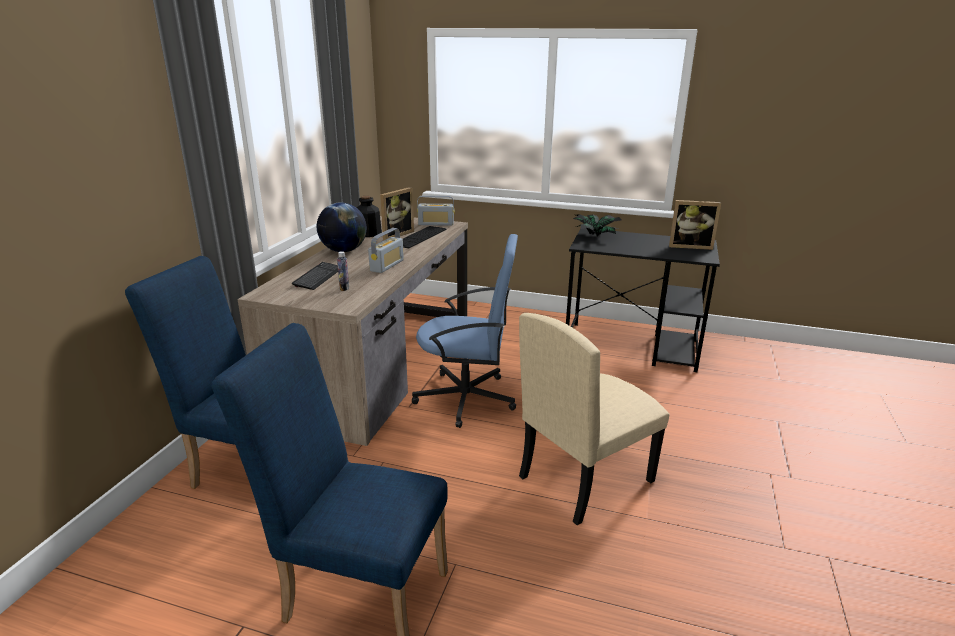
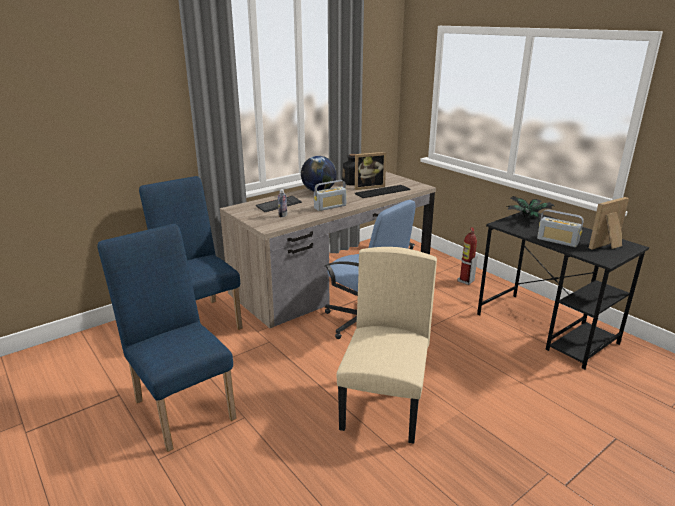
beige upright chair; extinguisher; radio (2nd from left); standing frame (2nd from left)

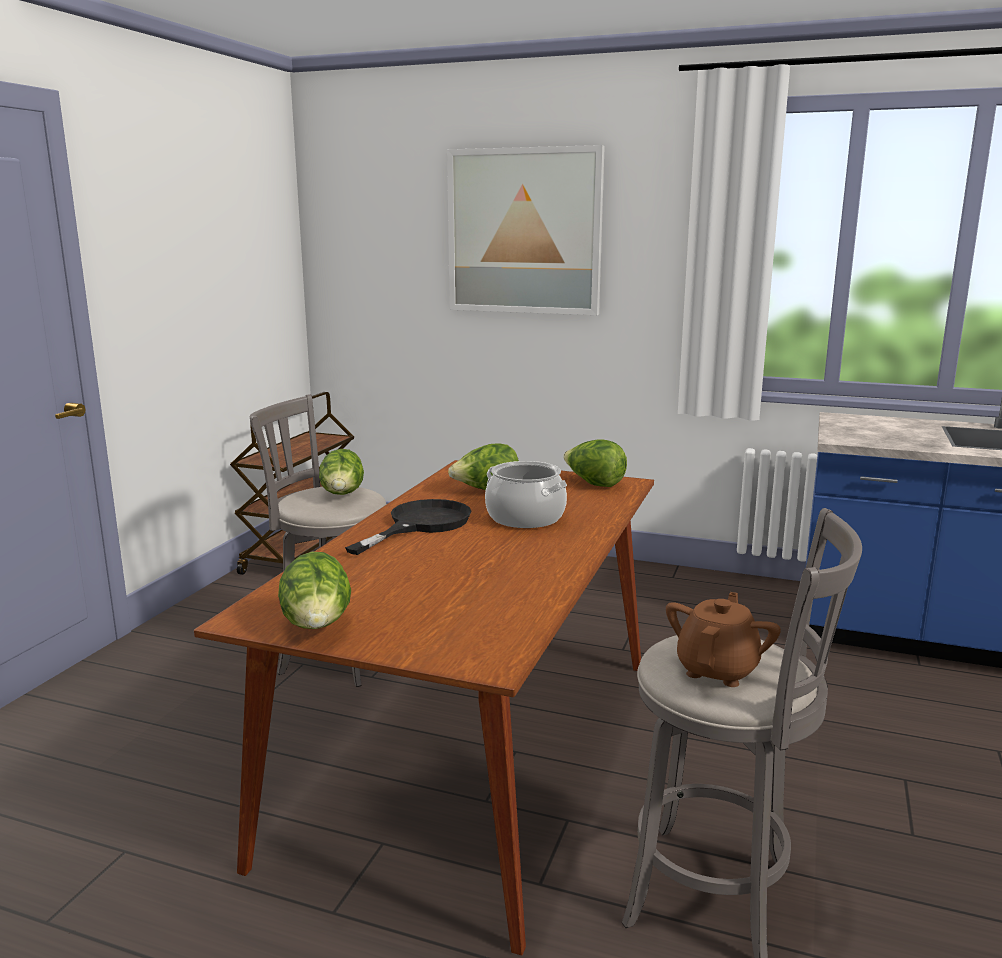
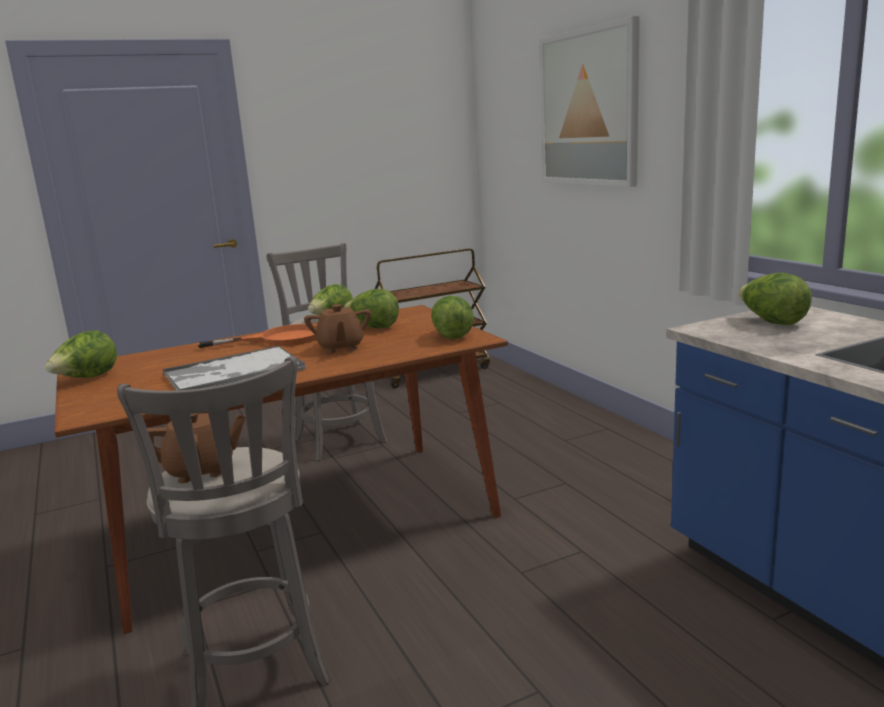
carrying tray; orange-coloured frying pan; brown pot for tea (2nd from left); head of lettuce (5th from left)

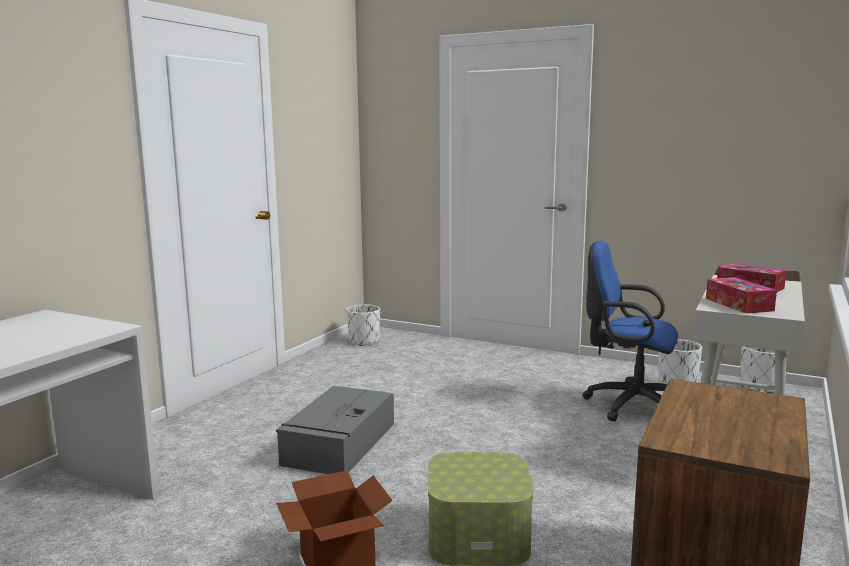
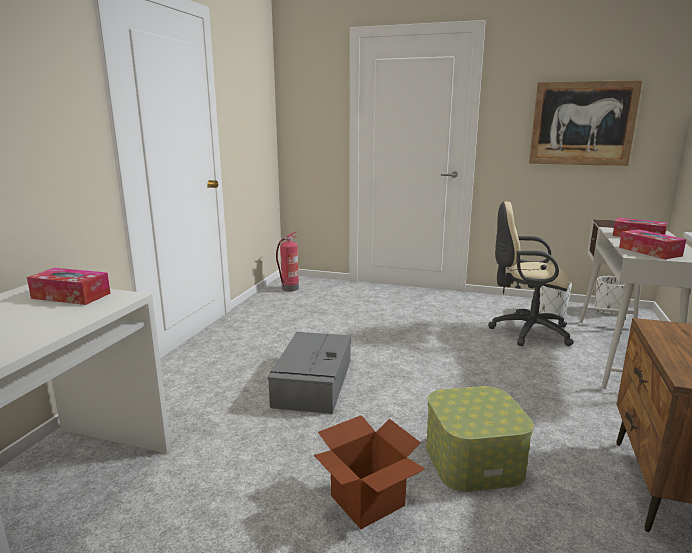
tissue holder (1st from left); extinguisher; beige office chair; wall picture

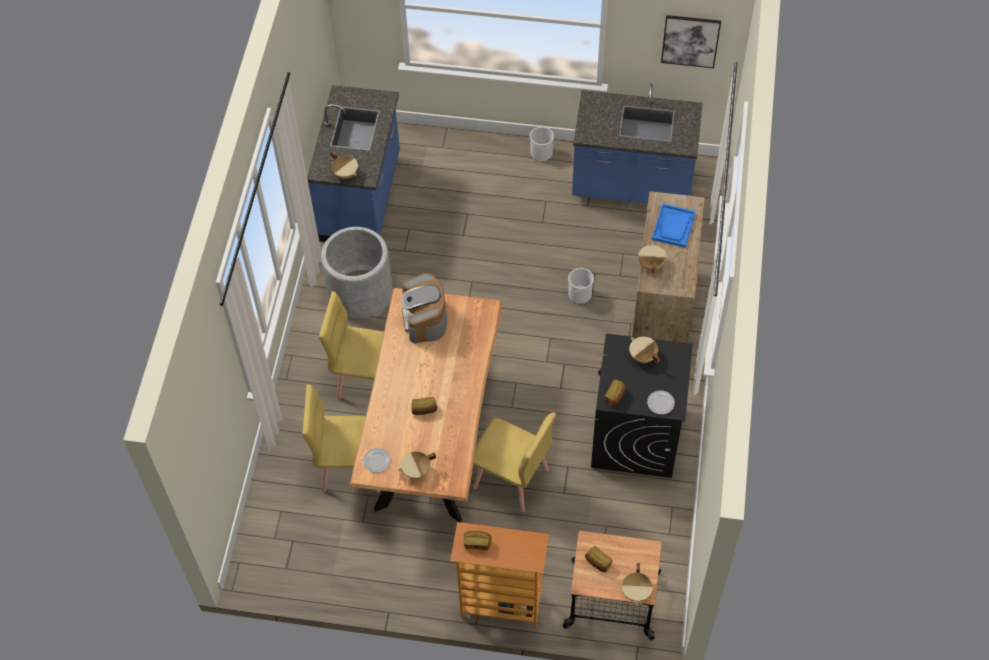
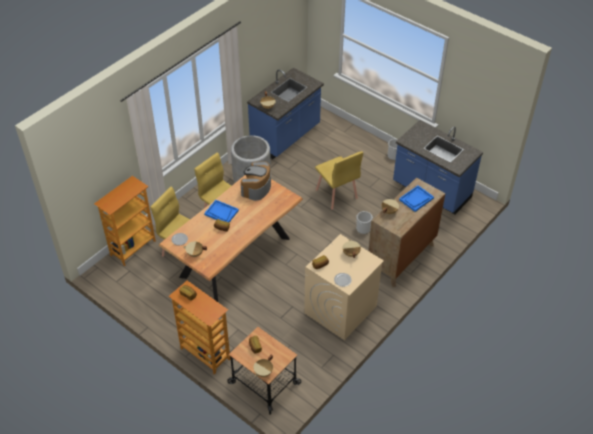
shelving unit (1st from left); bluish carrying tray (1st from left); beige washing machine; yellowish upright chair (3rd from left); wall picture

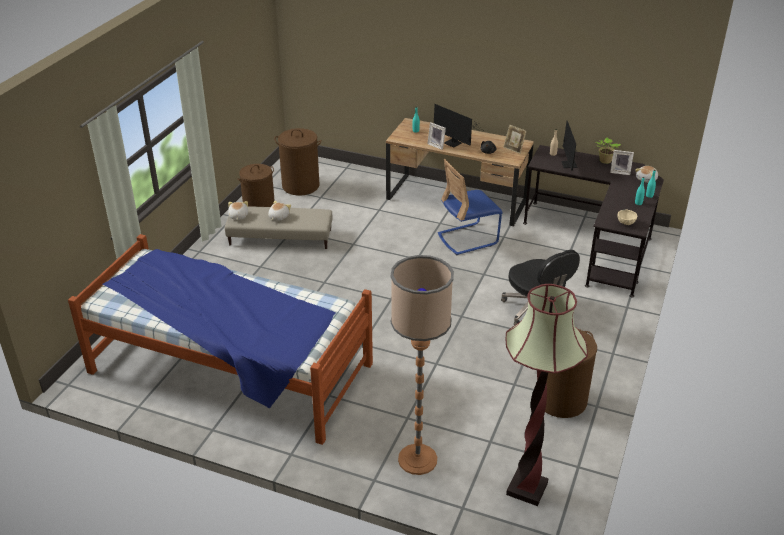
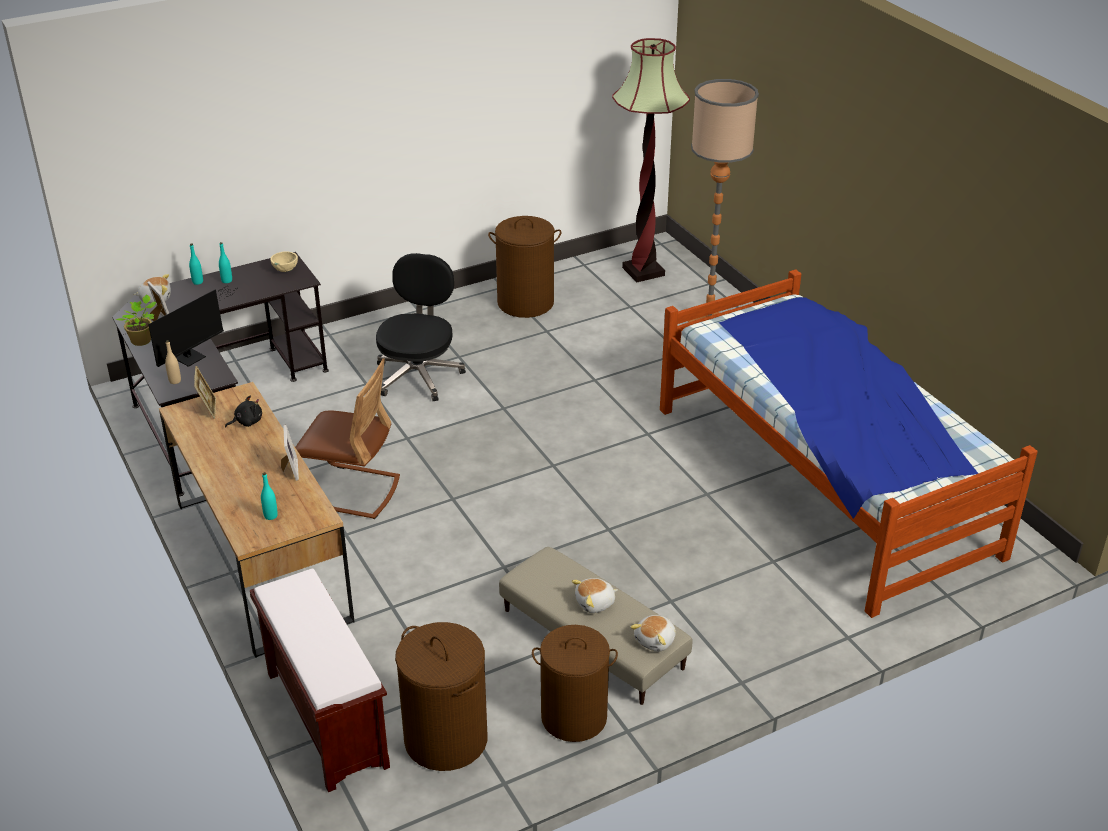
brown indoor bench; brown upright chair; computer display (1st from left in the first image)

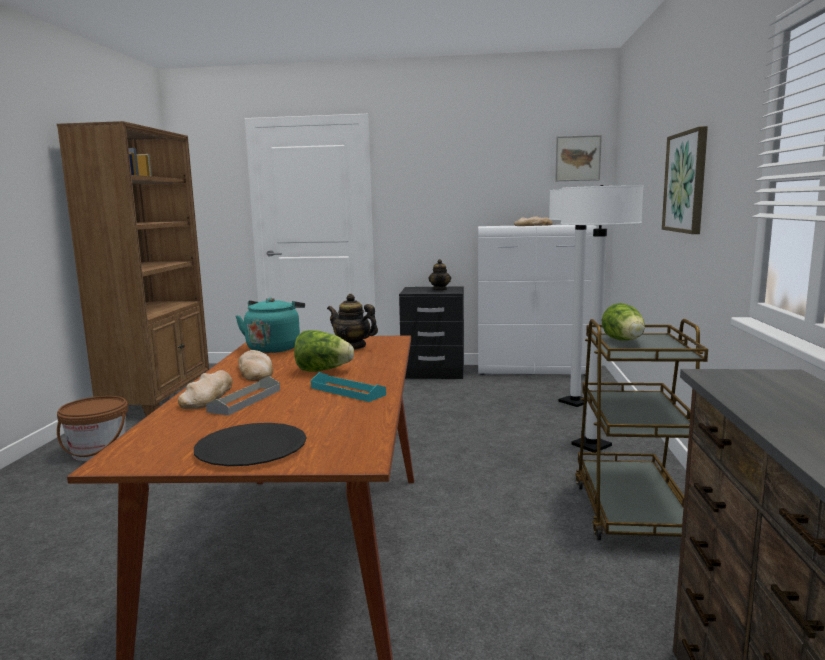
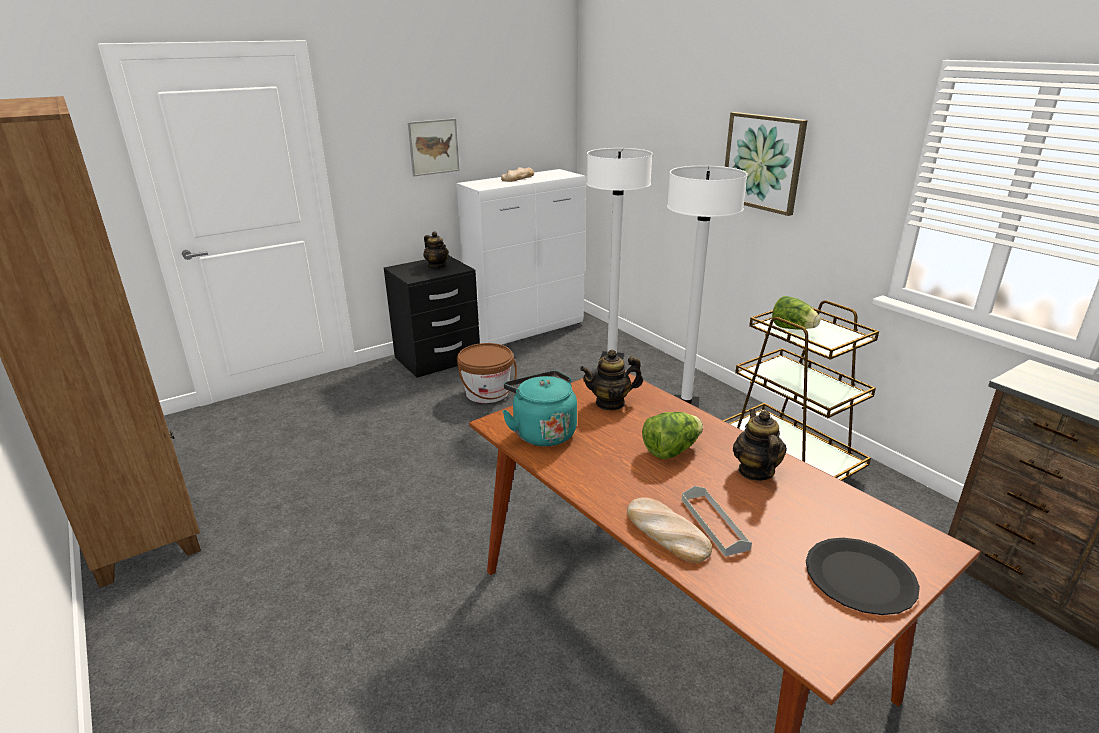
wall picture (1st from left); brown pail; pot for tea (3rd from left); bakery bread (2nd from left in the first image)

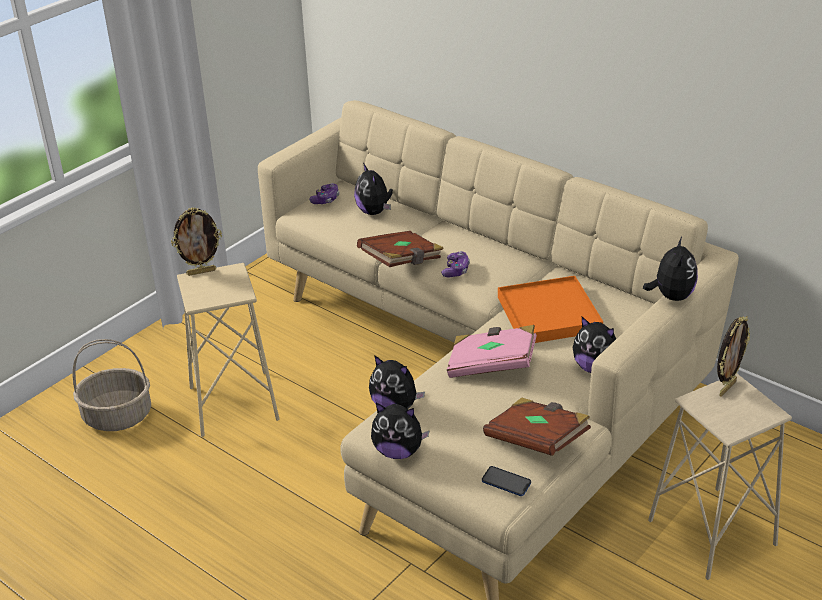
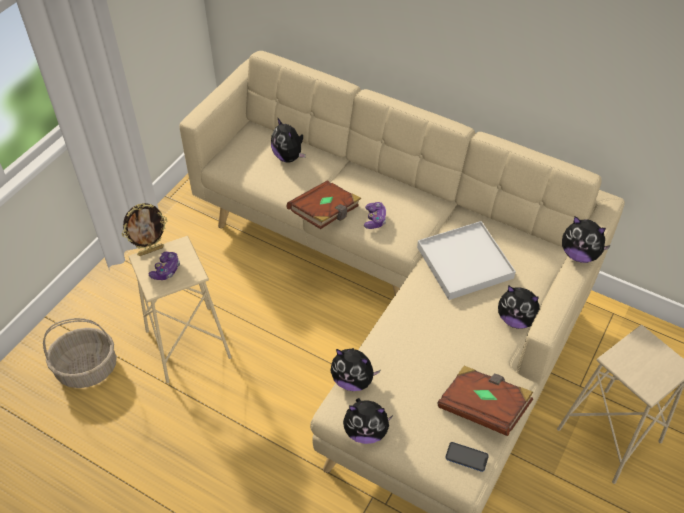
joypad (1st from left); whitish carrying tray; cuddly toy (5th from left); pinkish book; standing frame (2nd from left in the first image)

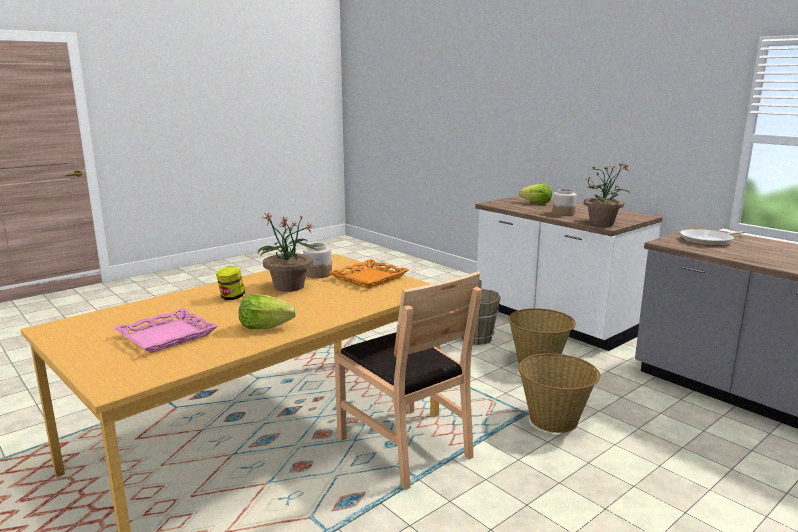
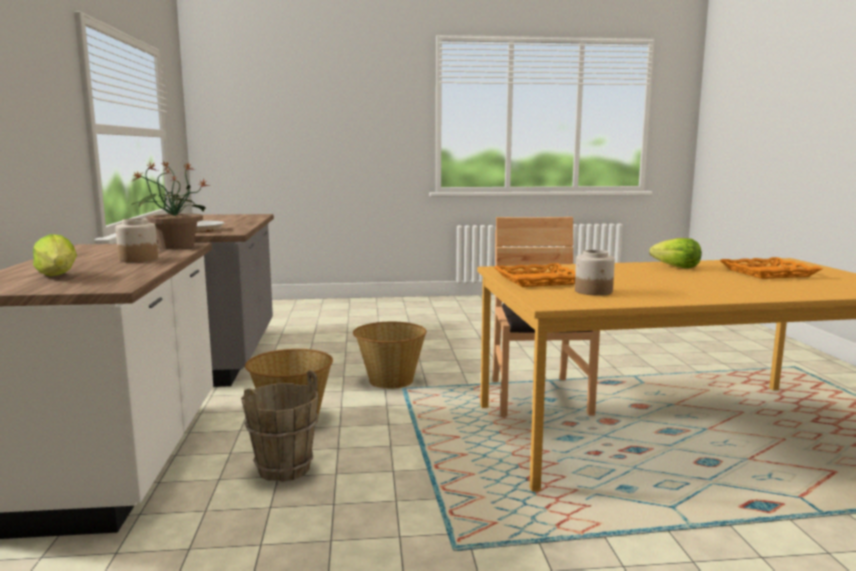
orange-coloured carrying tray (2nd from left); storage jar (1st from left in the first image); potted plant (1st from left in the first image)

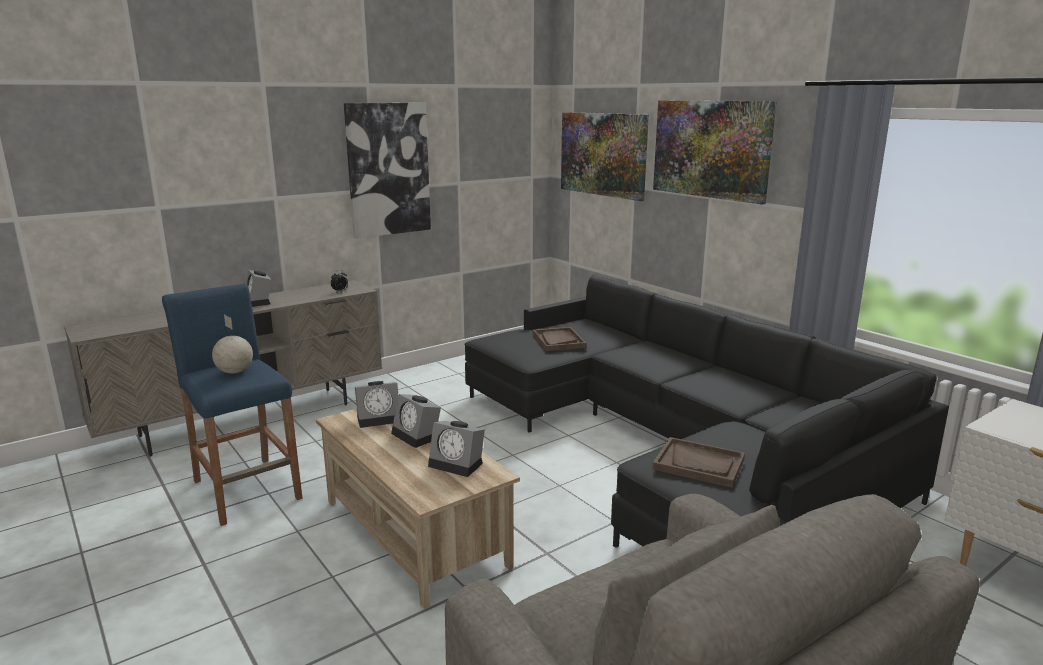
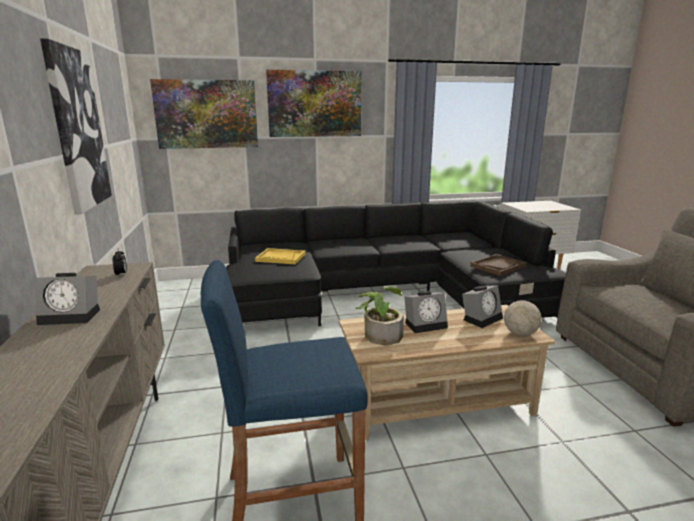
yellowish carrying tray; potted plant; world globe

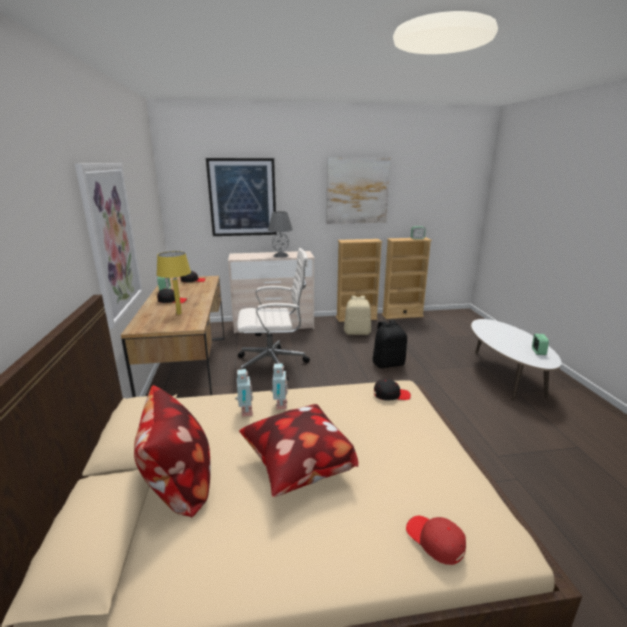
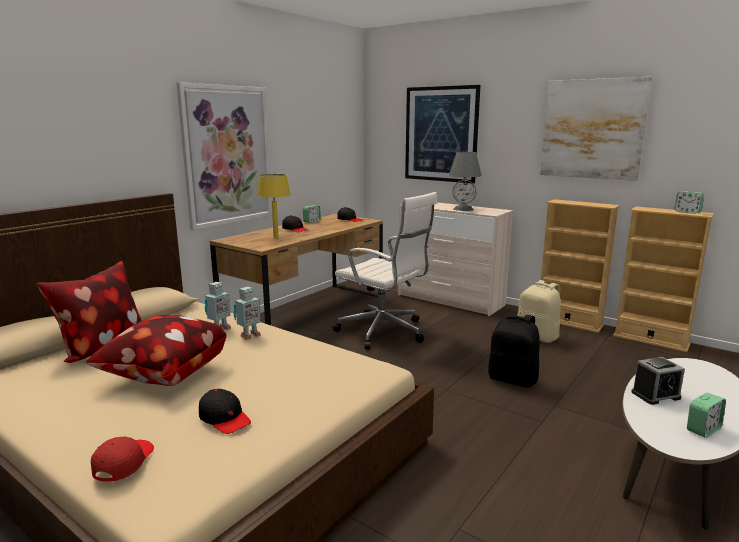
blackish peaked cap (1st from left); bedside clock (2nd from left)

